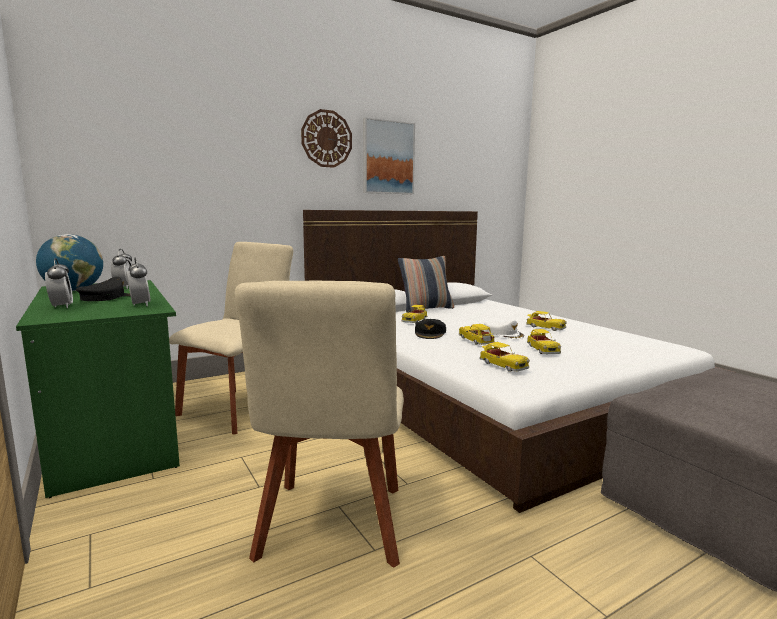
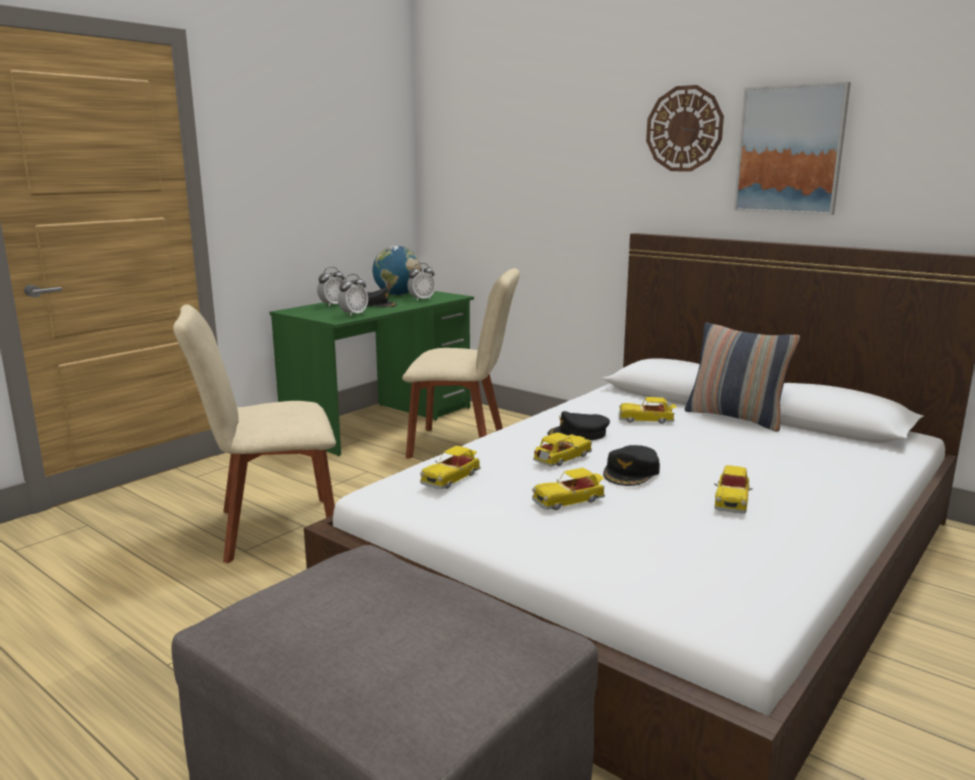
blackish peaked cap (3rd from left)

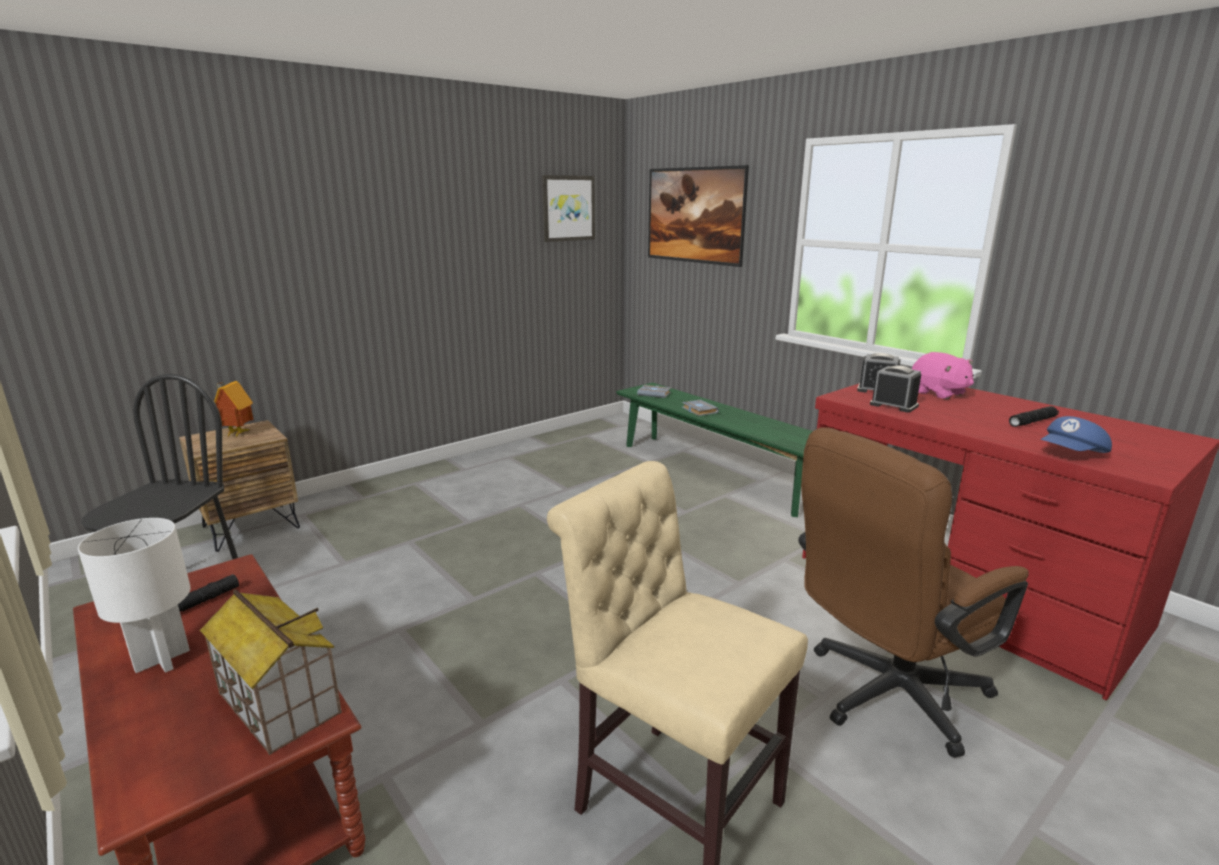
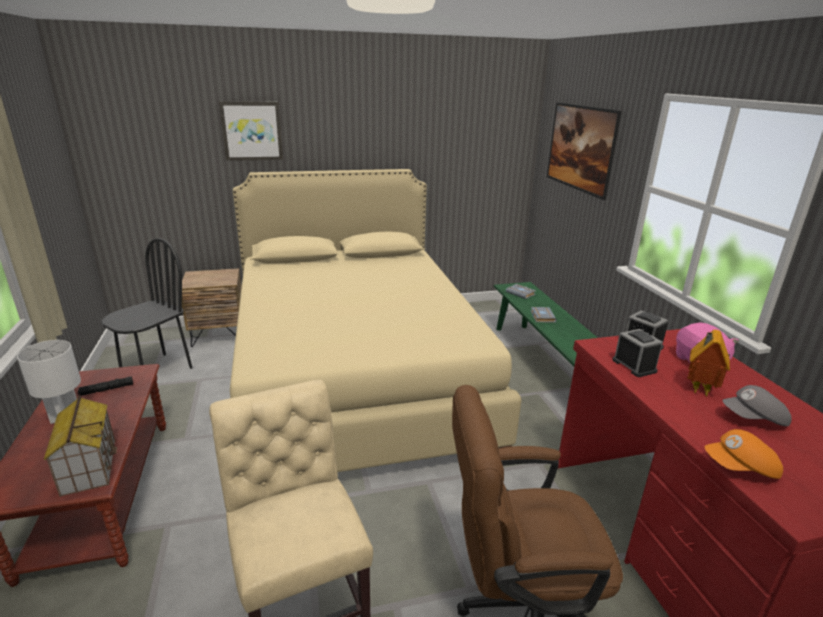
wall picture (1st from left); beige bed; toy house (2nd from left); orange-coloured peaked cap; grey peaked cap

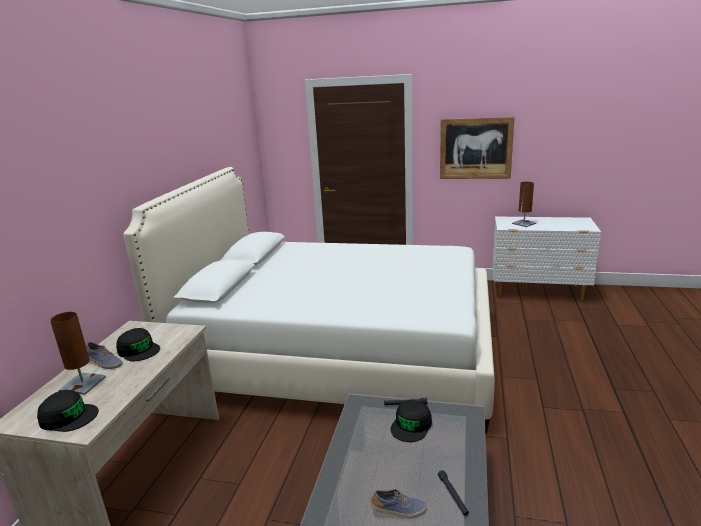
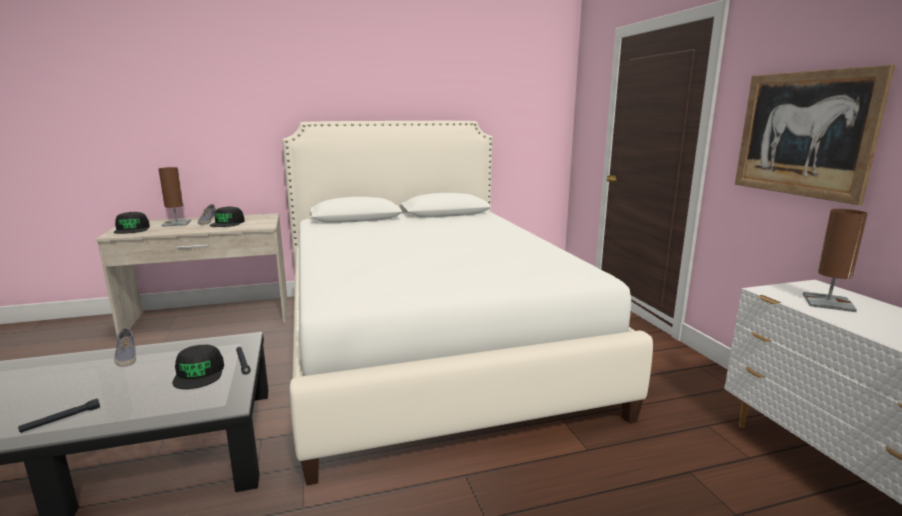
item of footwear (1st from left); blackish peaked cap (2nd from left)

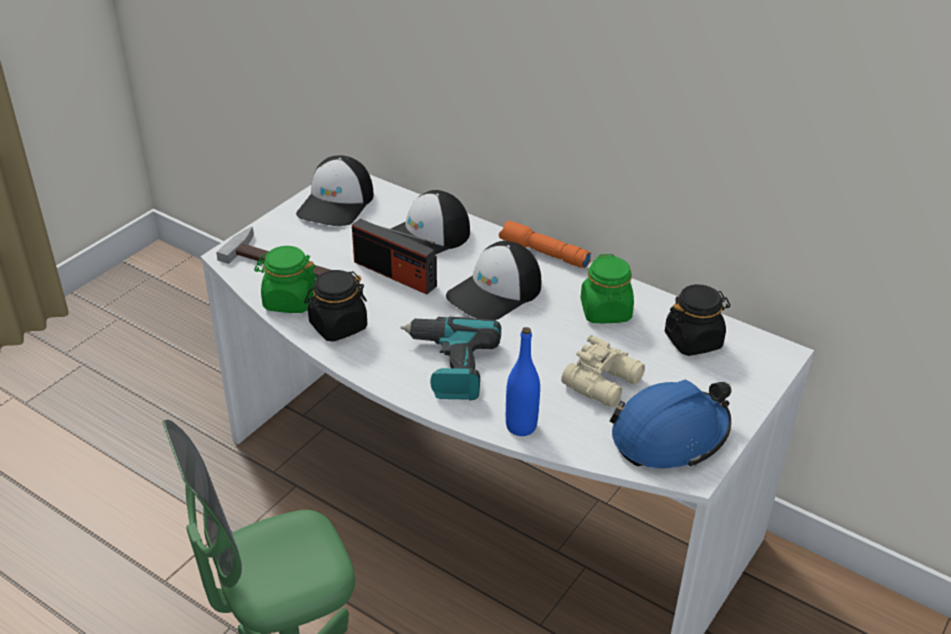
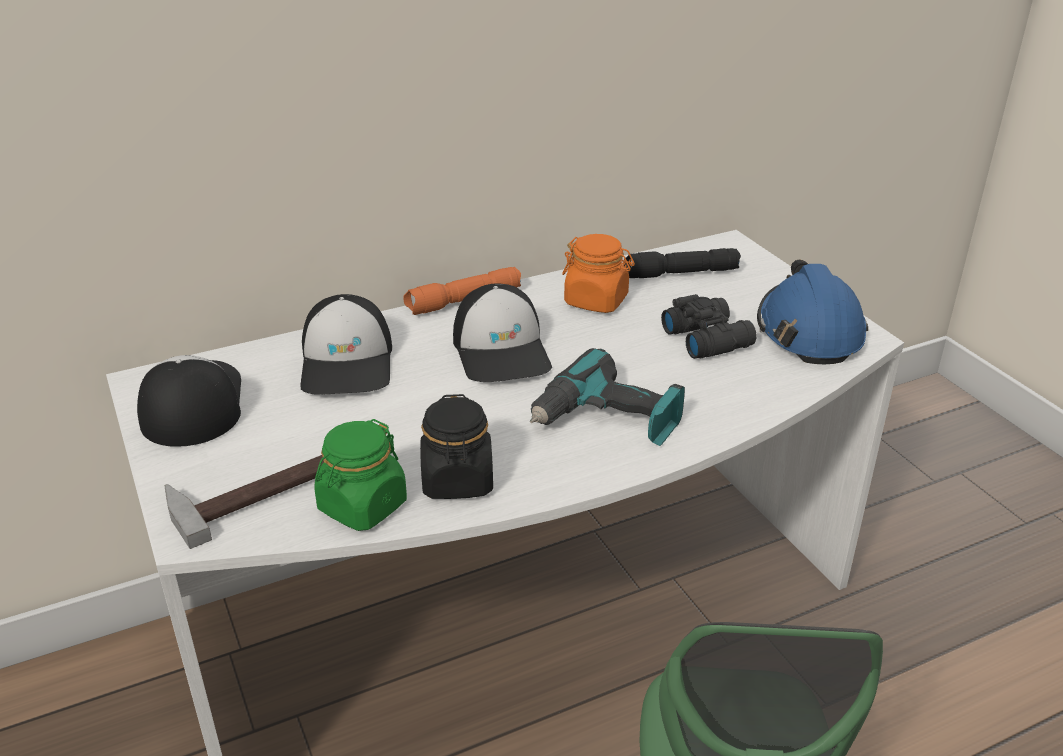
peaked cap (1st from left); orange-coloured storage jar; blackish hand torch; blackish pair of binoculars; radio; bluish drink bottle

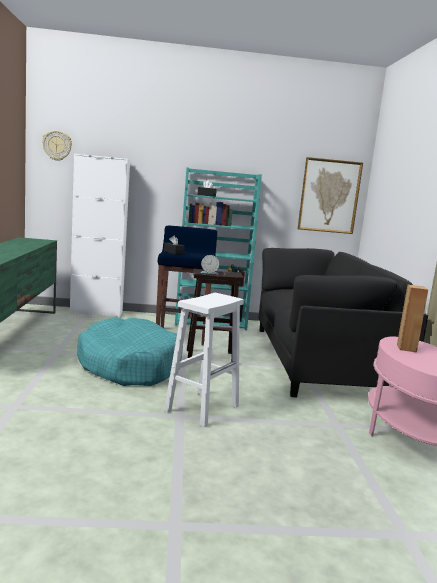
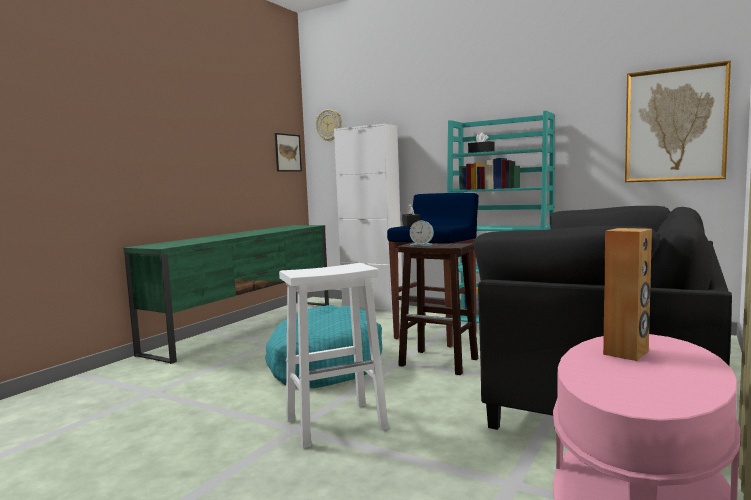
wall picture (1st from left)

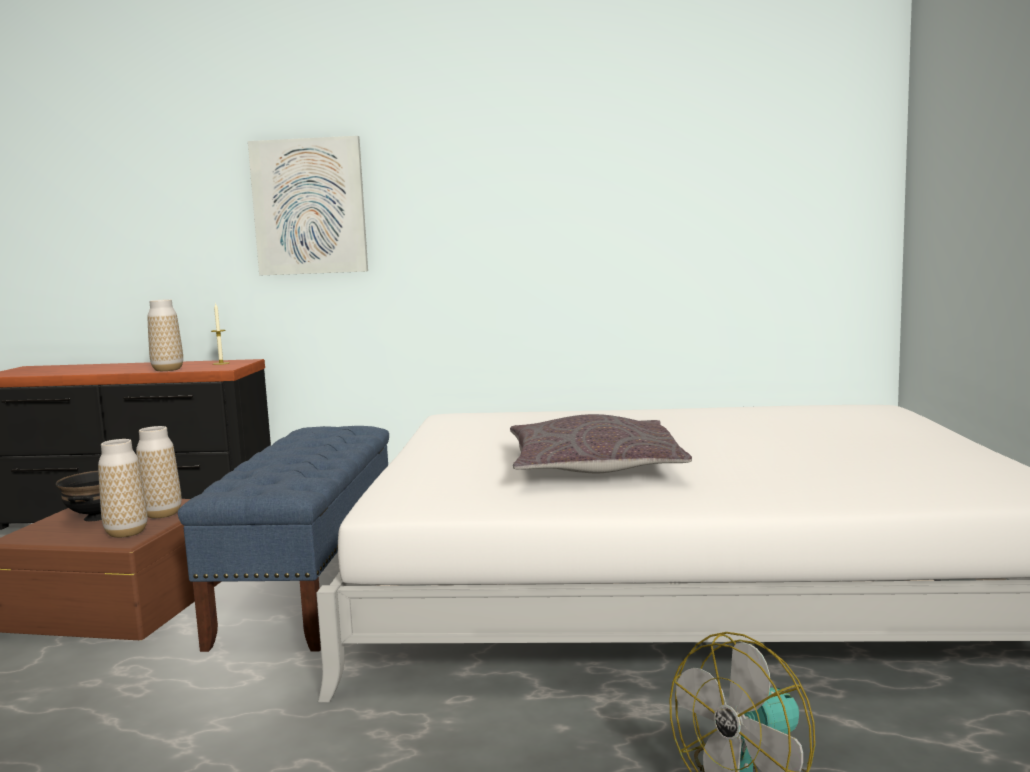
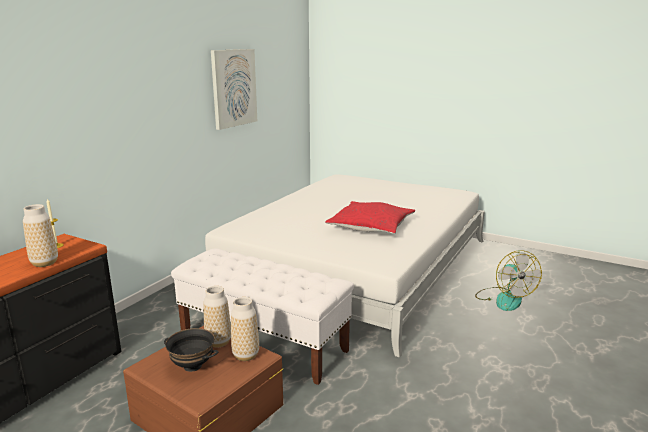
whitish indoor bench; wall picture; reddish pillow

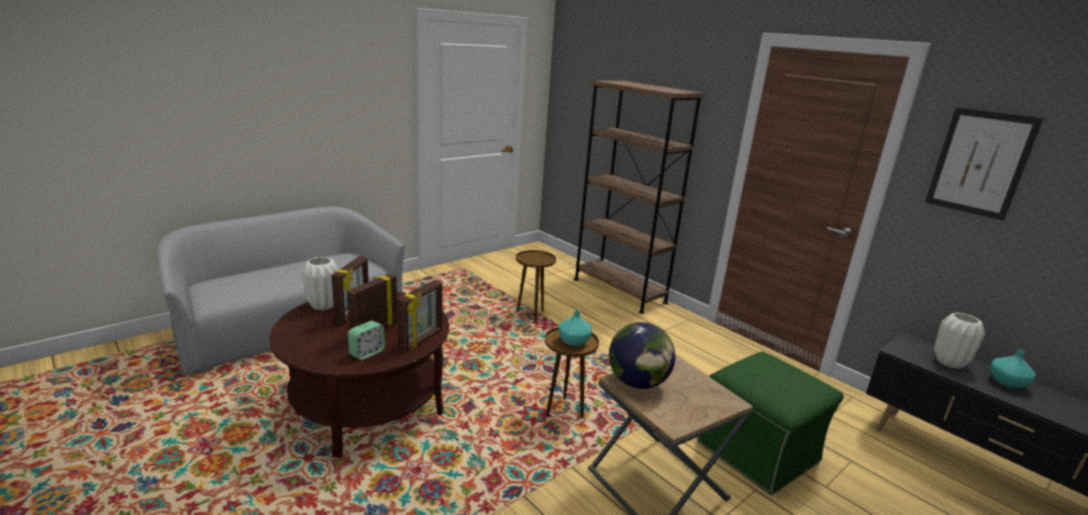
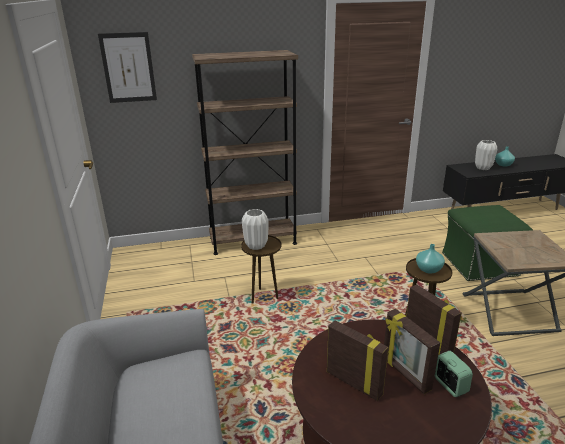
wall picture; whitish vase (1st from left); world globe

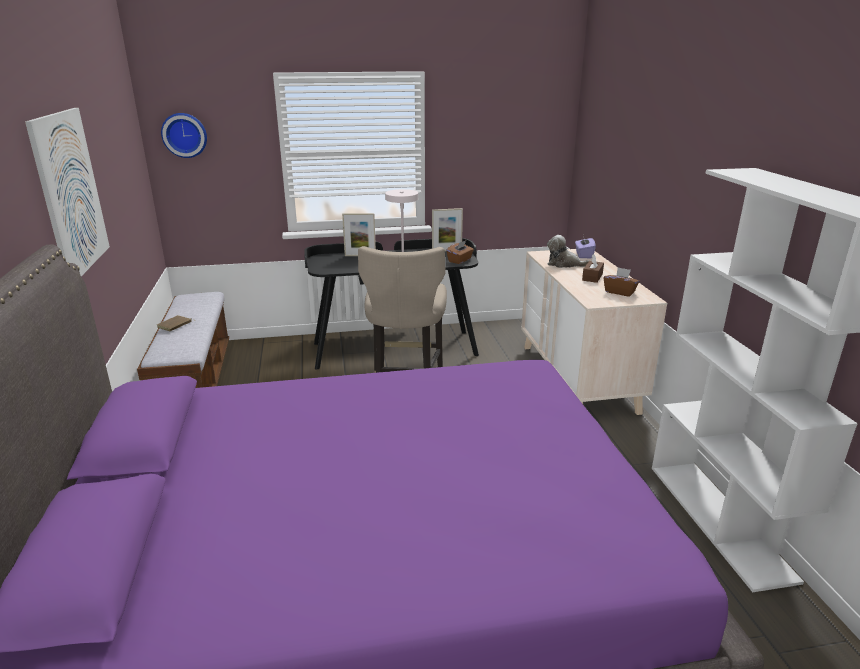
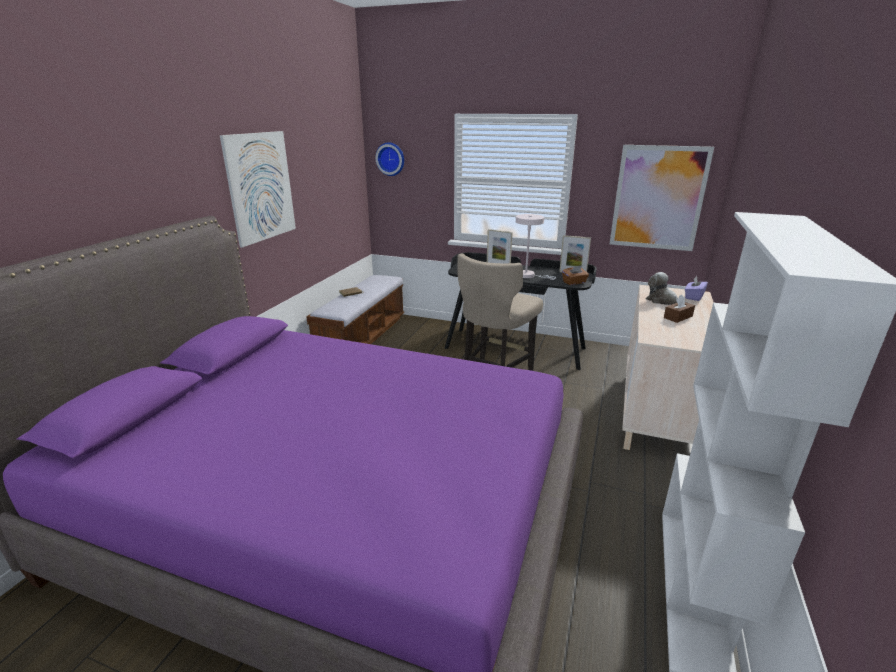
wall picture (2nd from left); brown tissue holder (3rd from left in the first image)

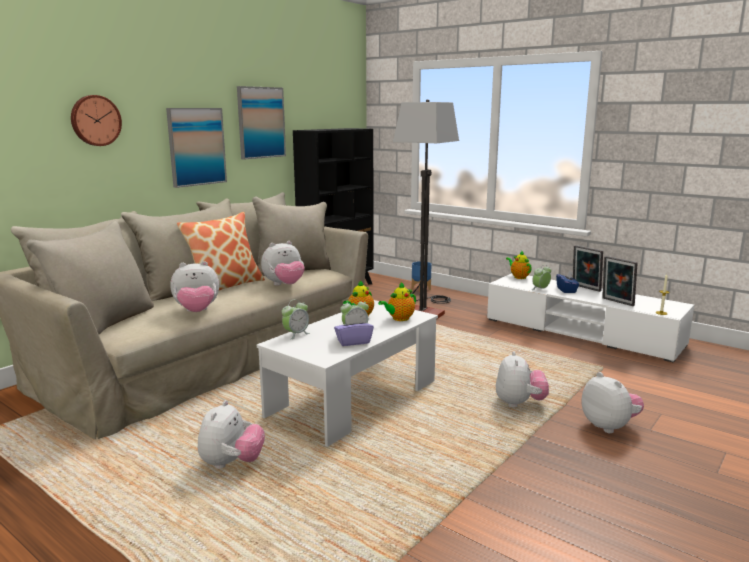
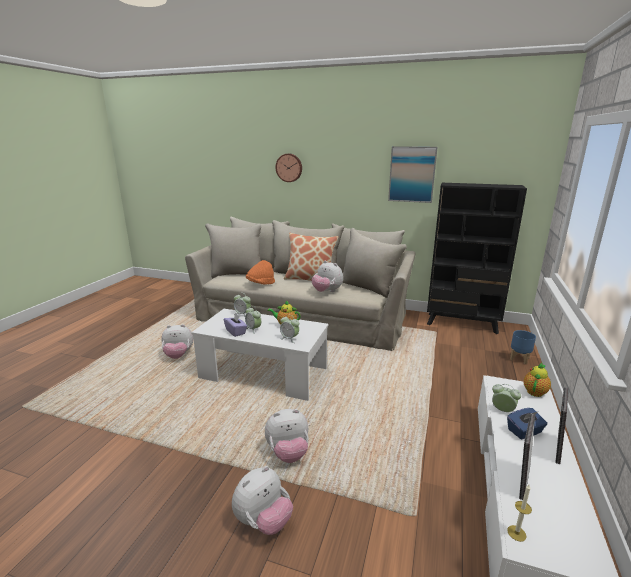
orange-coloured wearable hat; bedside clock (3rd from left); wall picture (1st from left in the first image); standing lamp

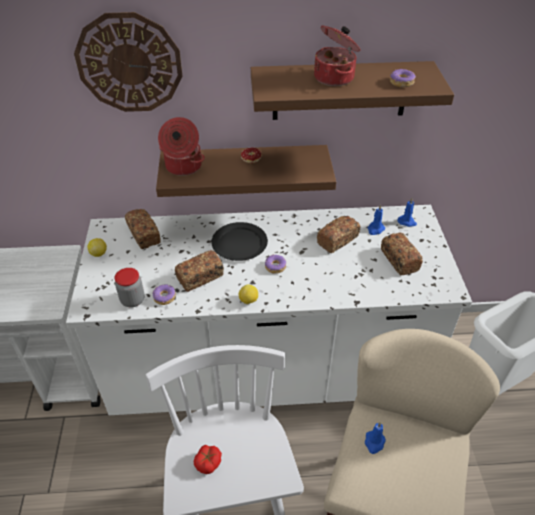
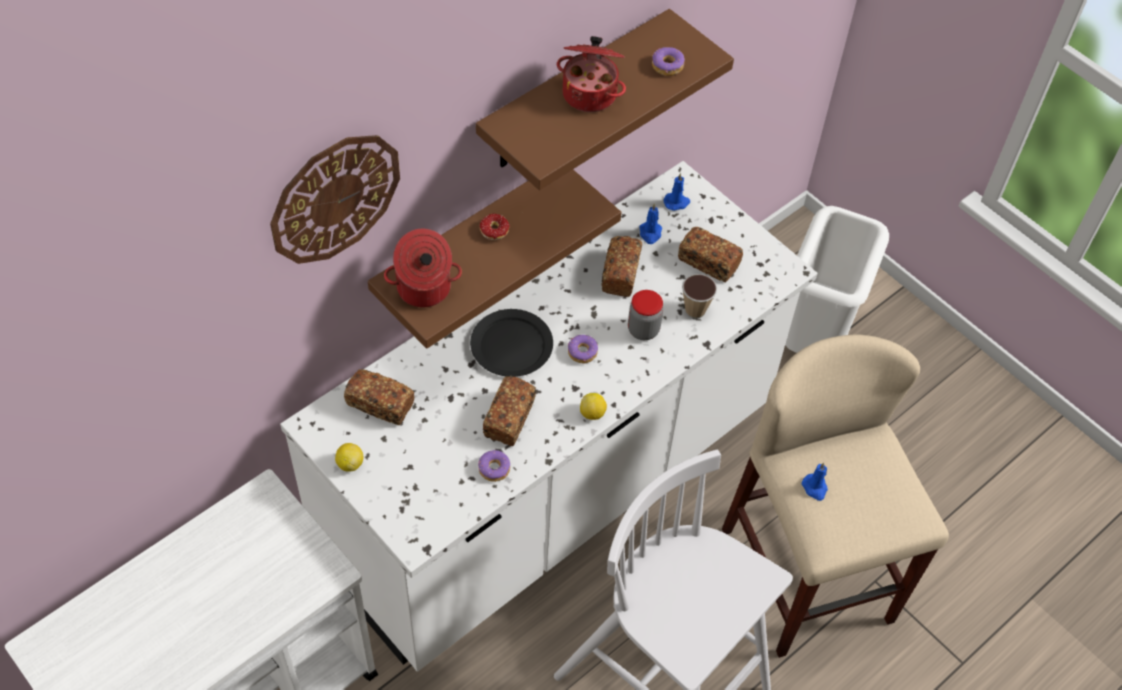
storage jar; small cup; tomato

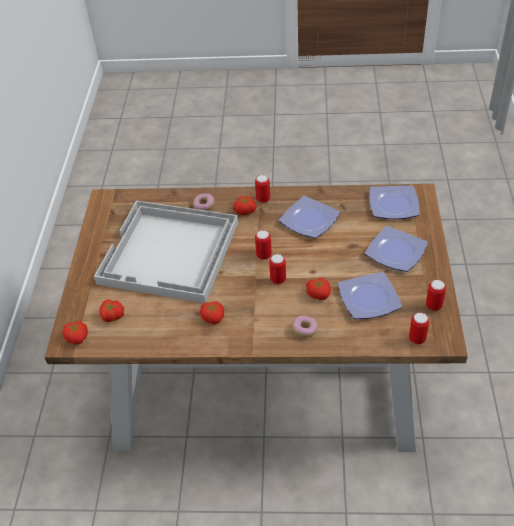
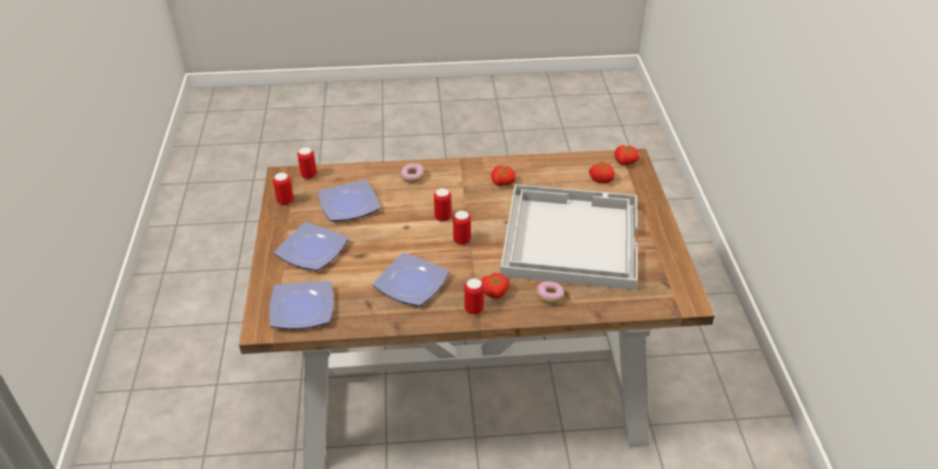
tomato (5th from left in the first image)

